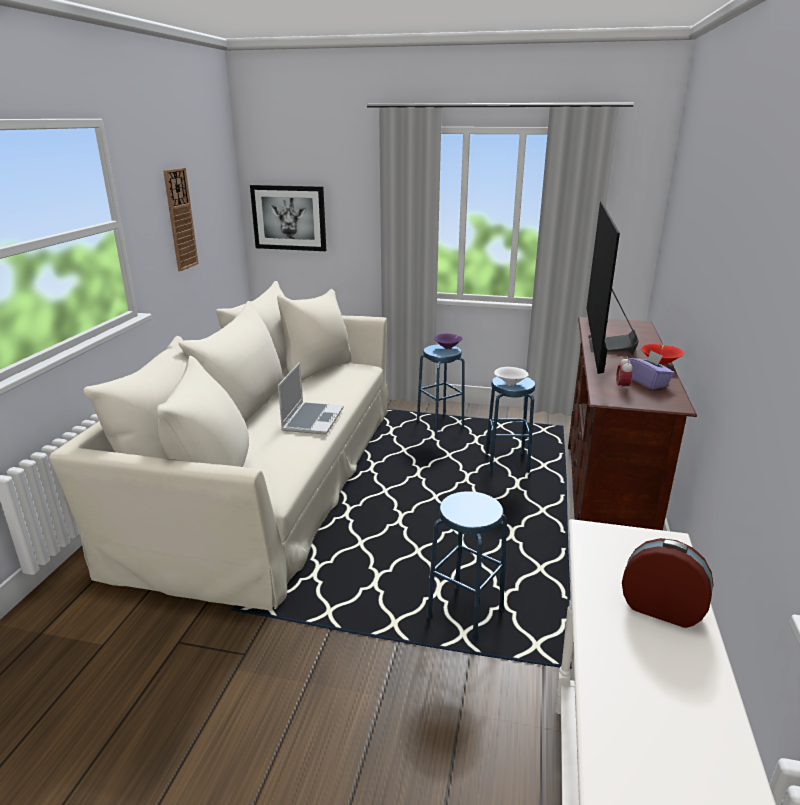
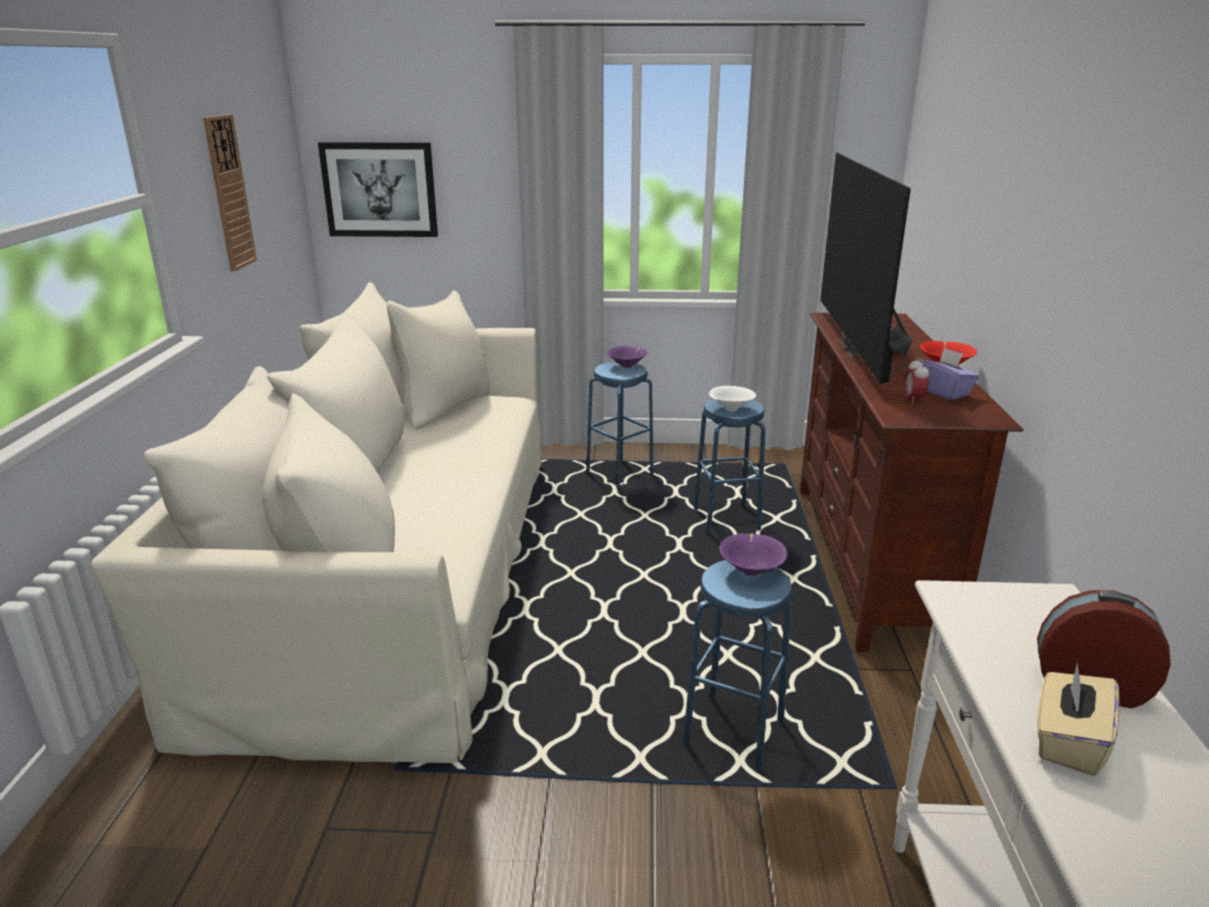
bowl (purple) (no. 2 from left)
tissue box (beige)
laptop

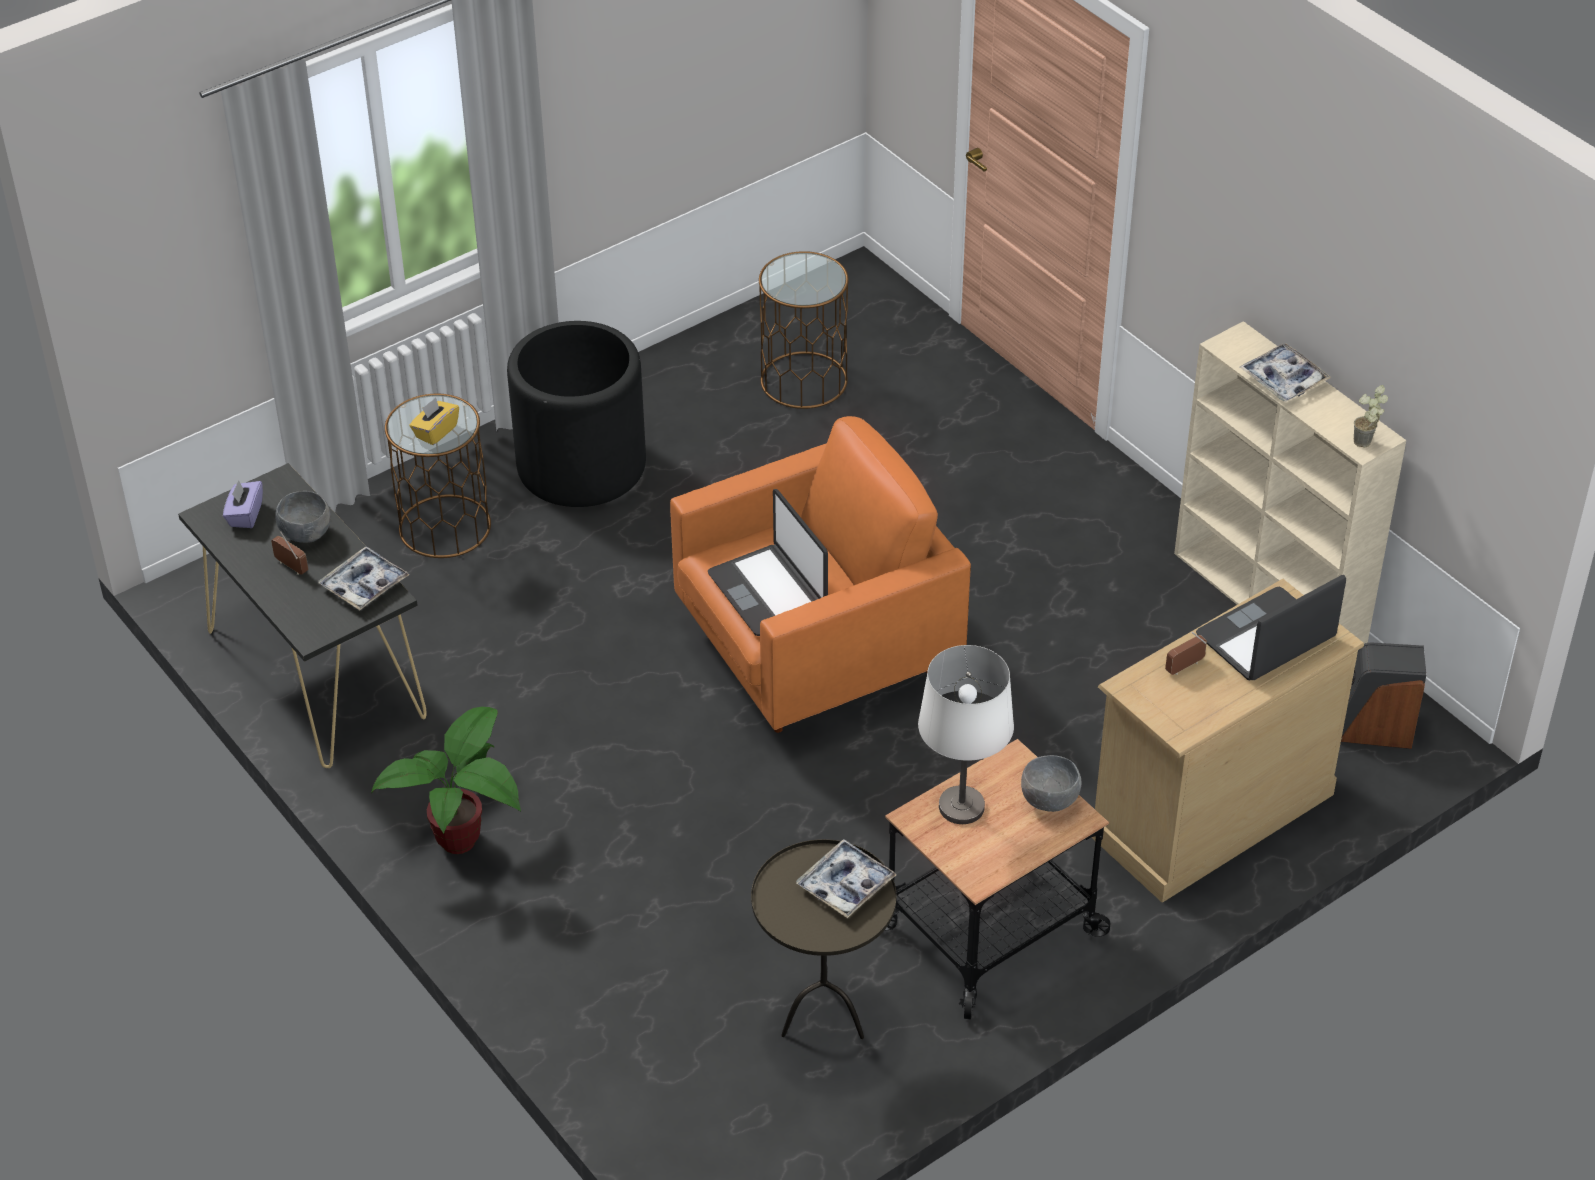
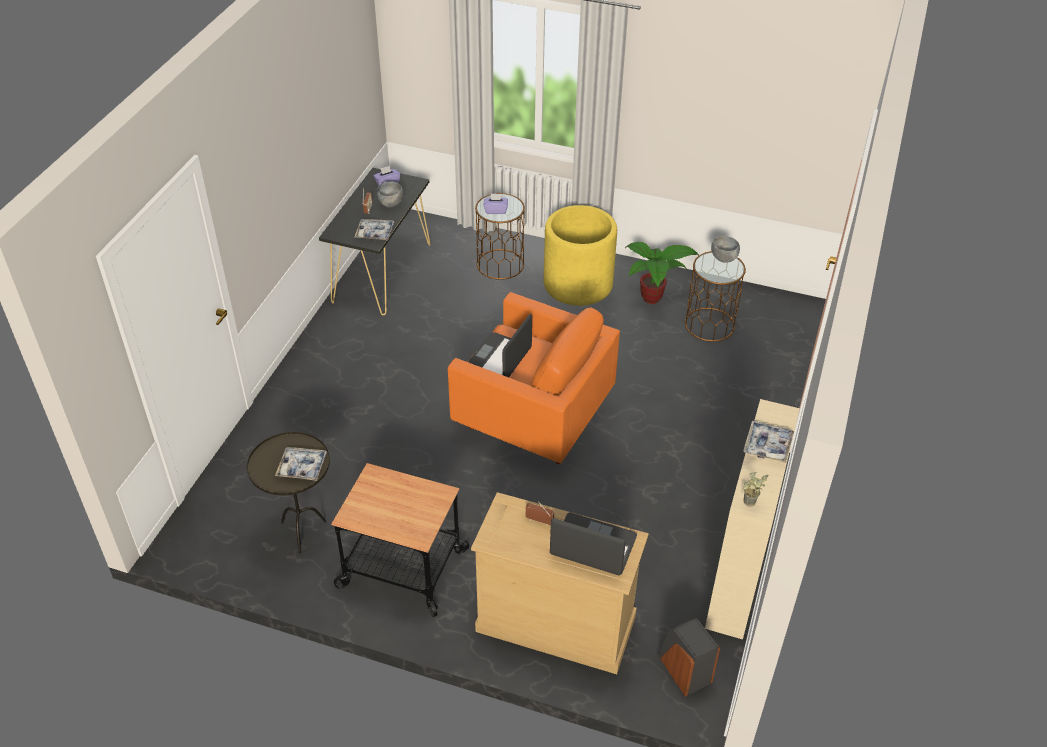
tissue box (purple) (no. 2 from left)
planter (yellow)
potted plant (no. 1 from left)
bowl (grey) (no. 2 from left)
table lamp (white)

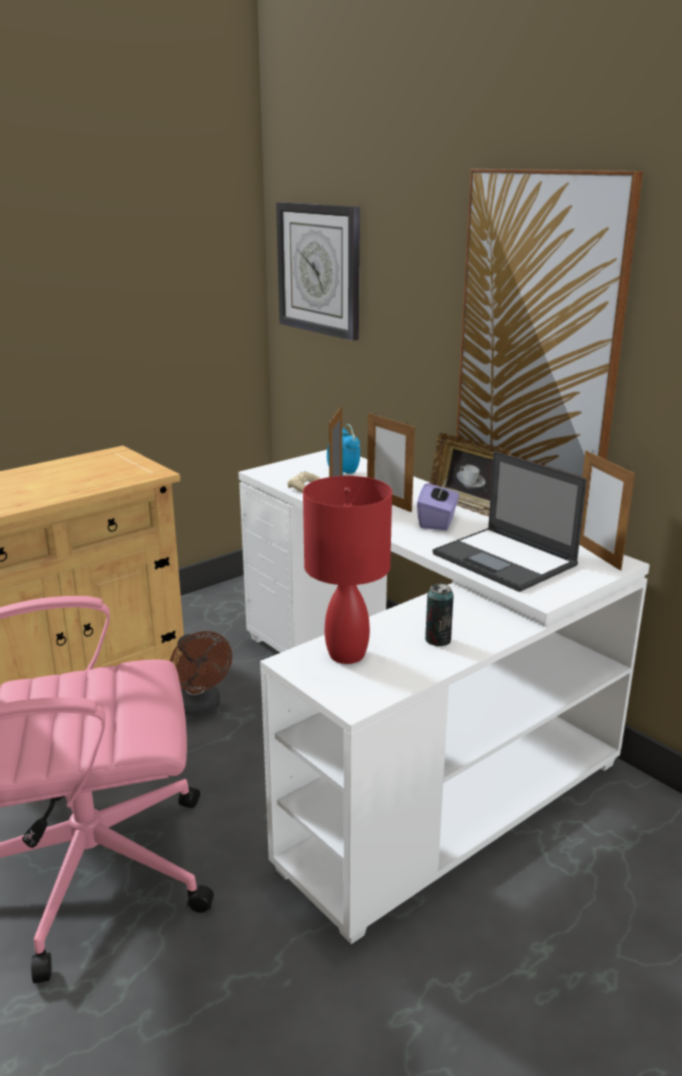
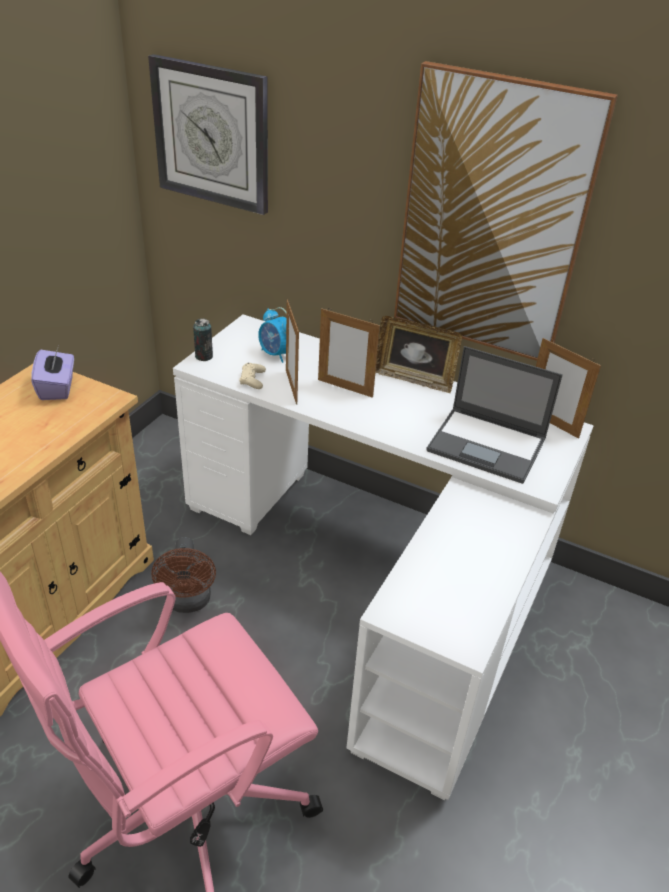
tissue box (purple)
fan (brown)
can
table lamp (red)

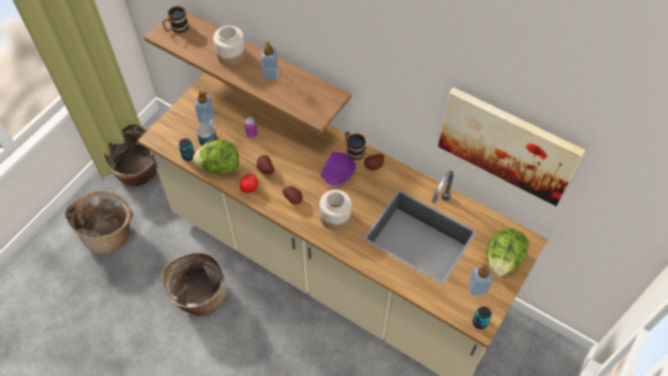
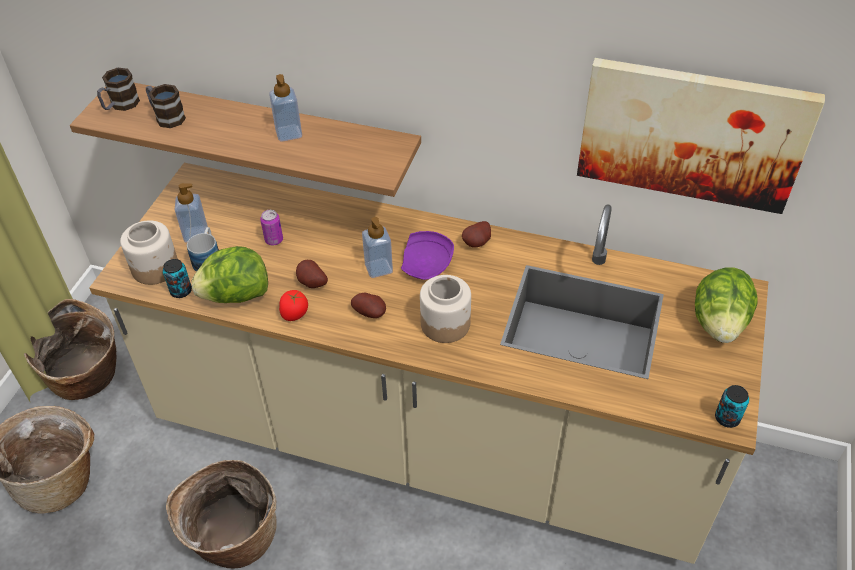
jar (no. 1 from left)
mug (no. 2 from left)
soap dispenser (no. 3 from left)

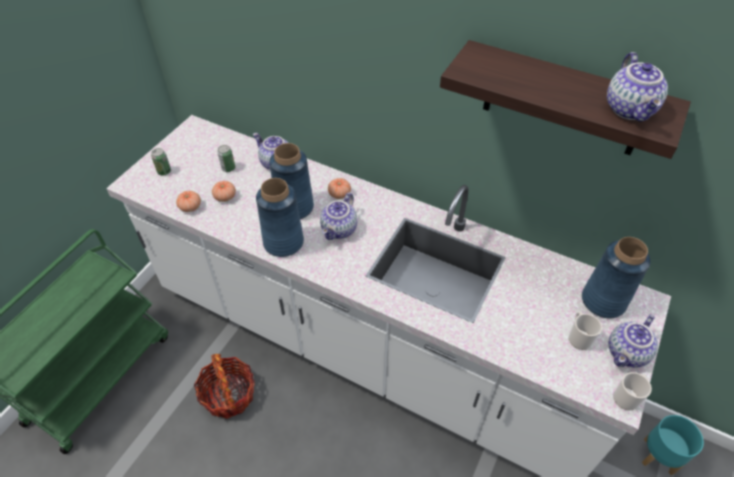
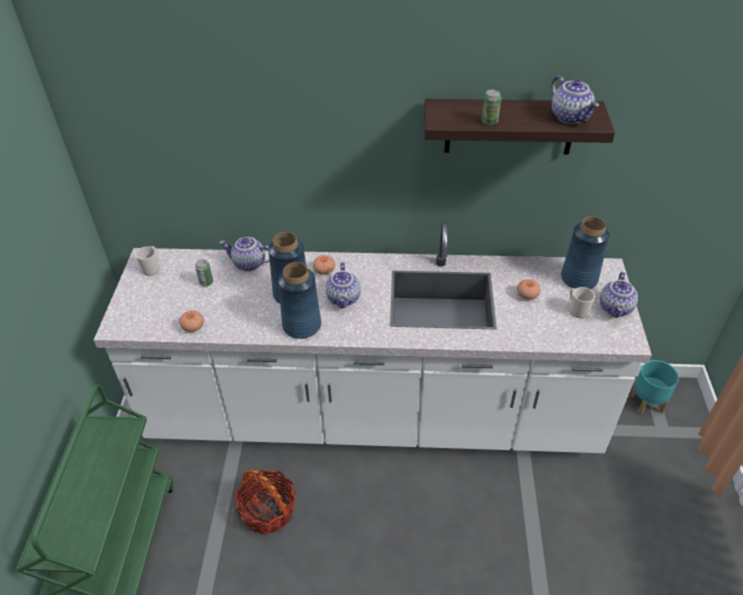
mug (no. 1 from left)
can (no. 2 from left)
tomato (no. 3 from left)

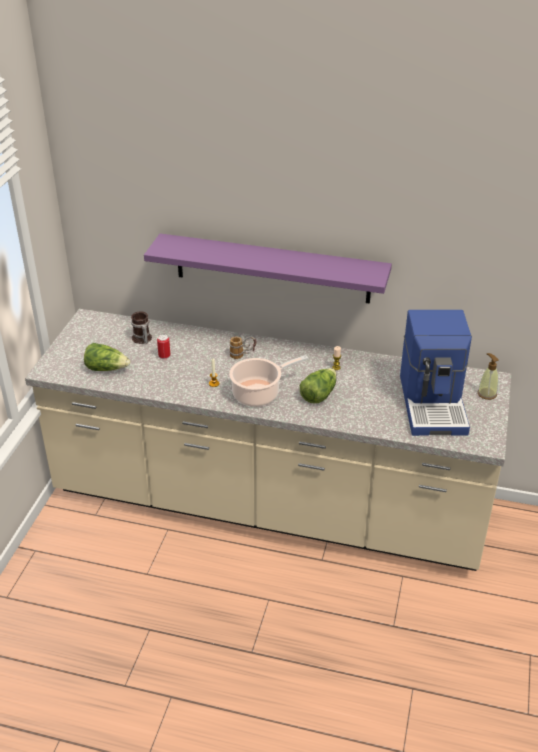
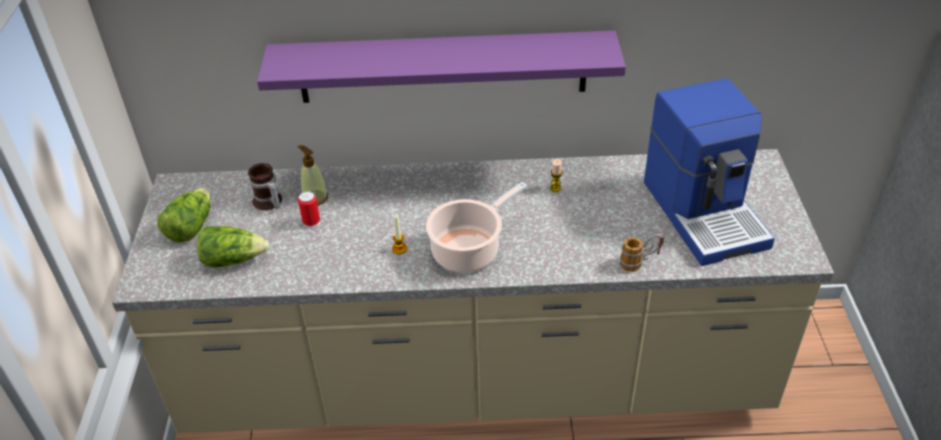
lettuce (no. 1 from left)
soap dispenser
mug (no. 2 from left)

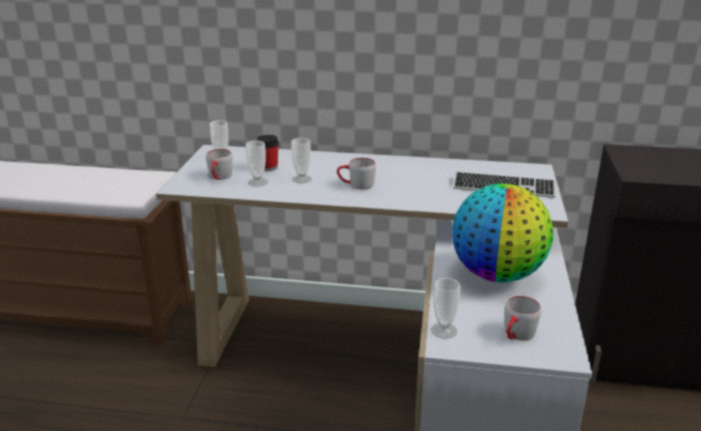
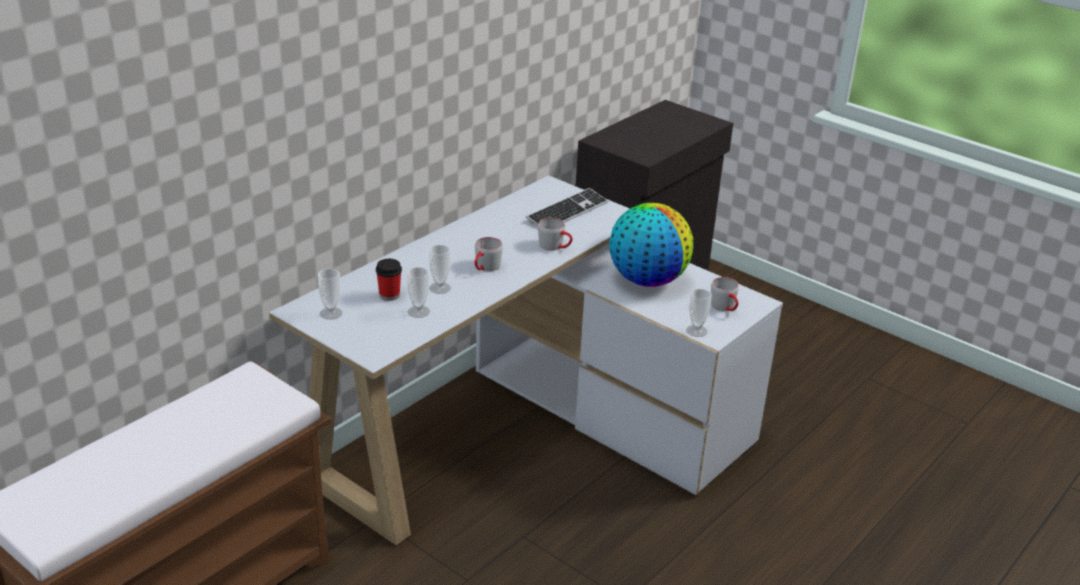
mug (grey) (no. 2 from left)

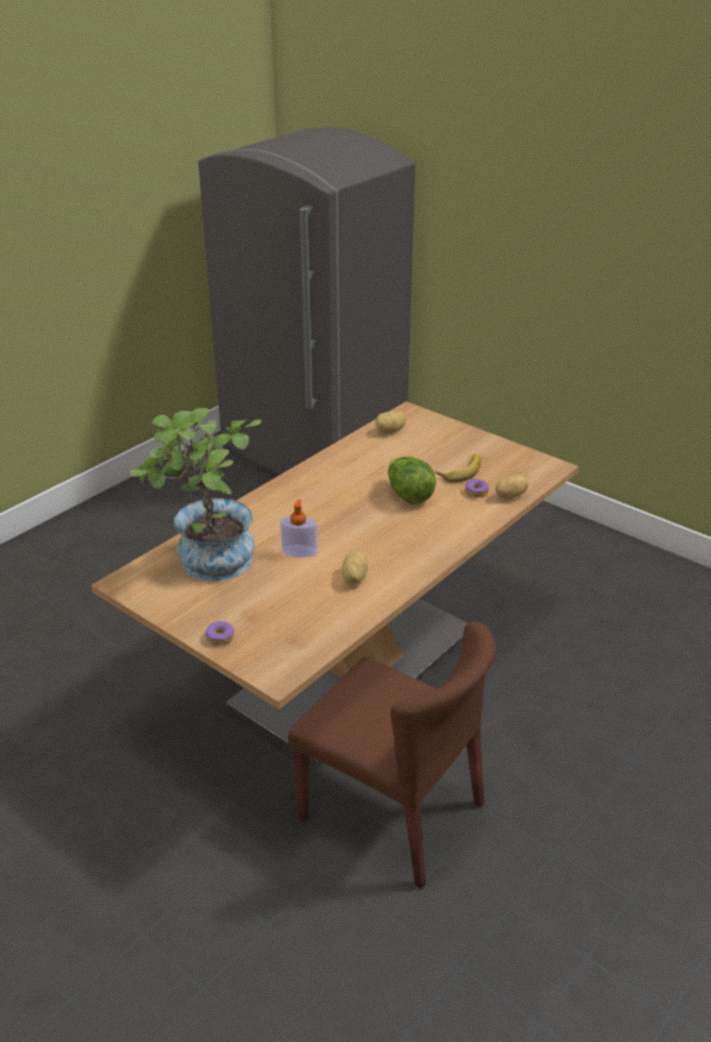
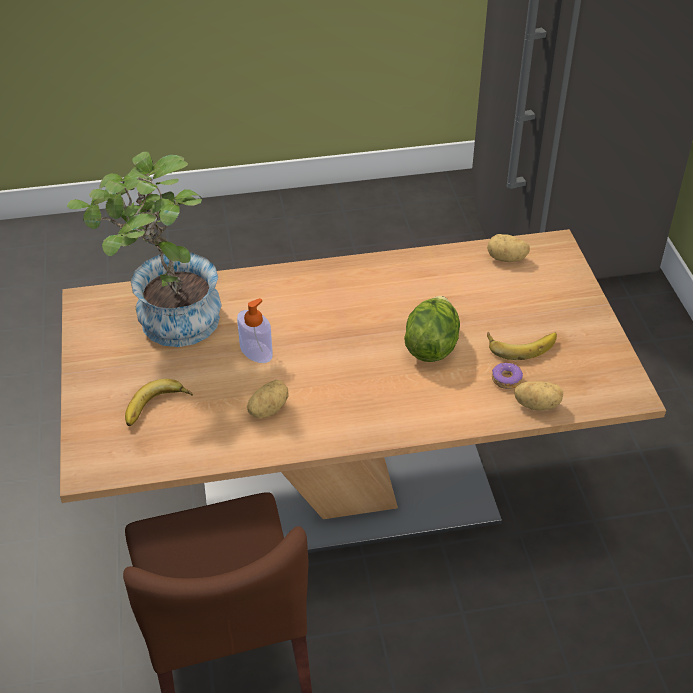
banana (no. 1 from left)
donut (no. 1 from left in the first image)

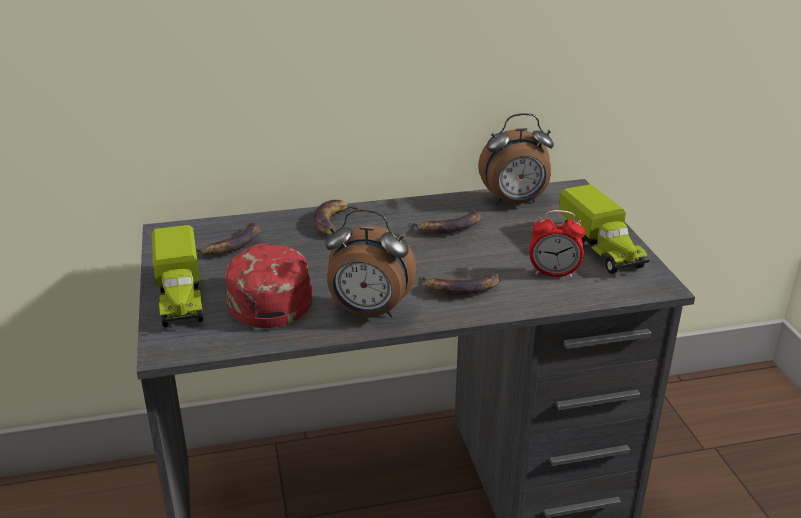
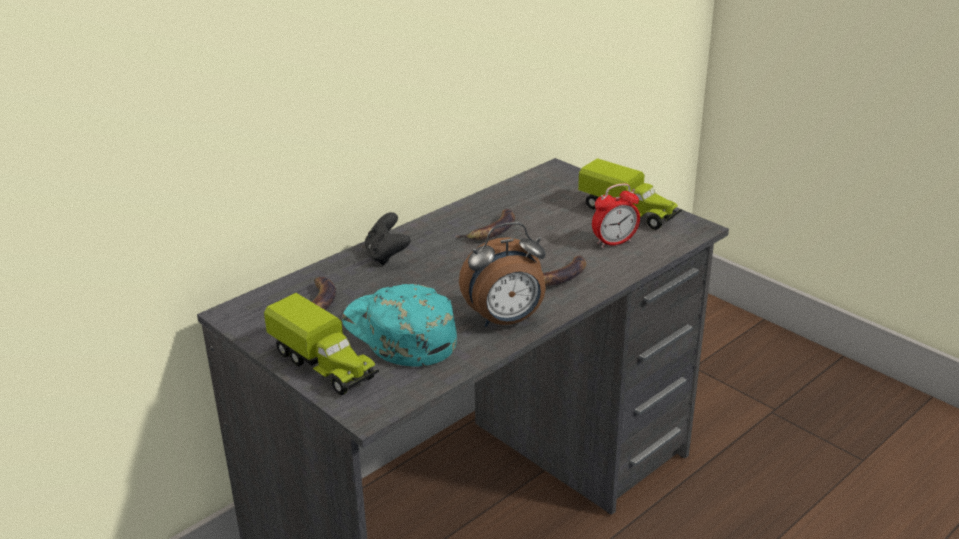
cap (turquoise)
game controller (black)
alarm clock (no. 2 from left in the first image)

